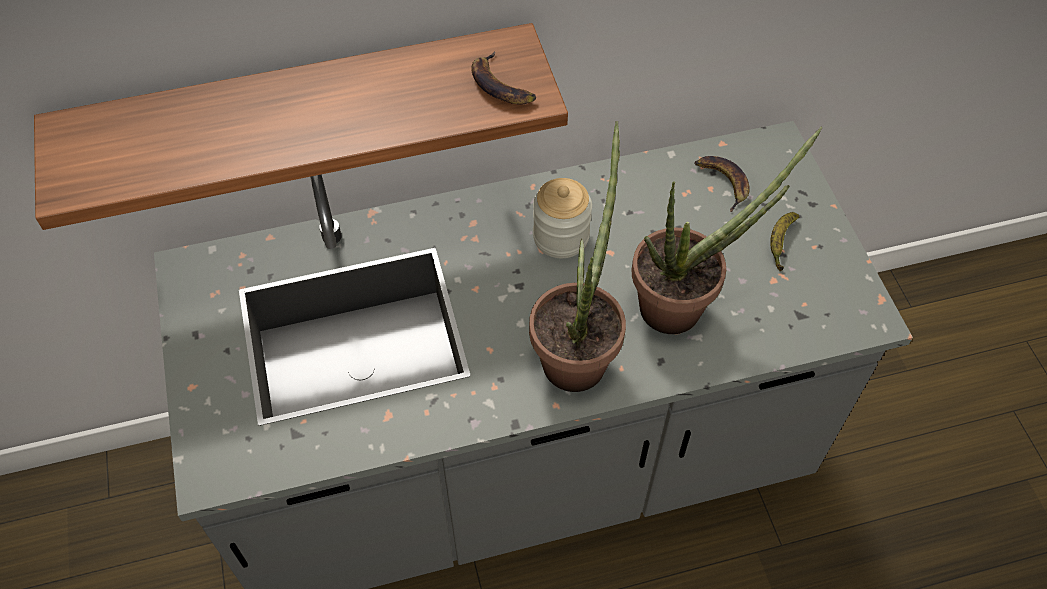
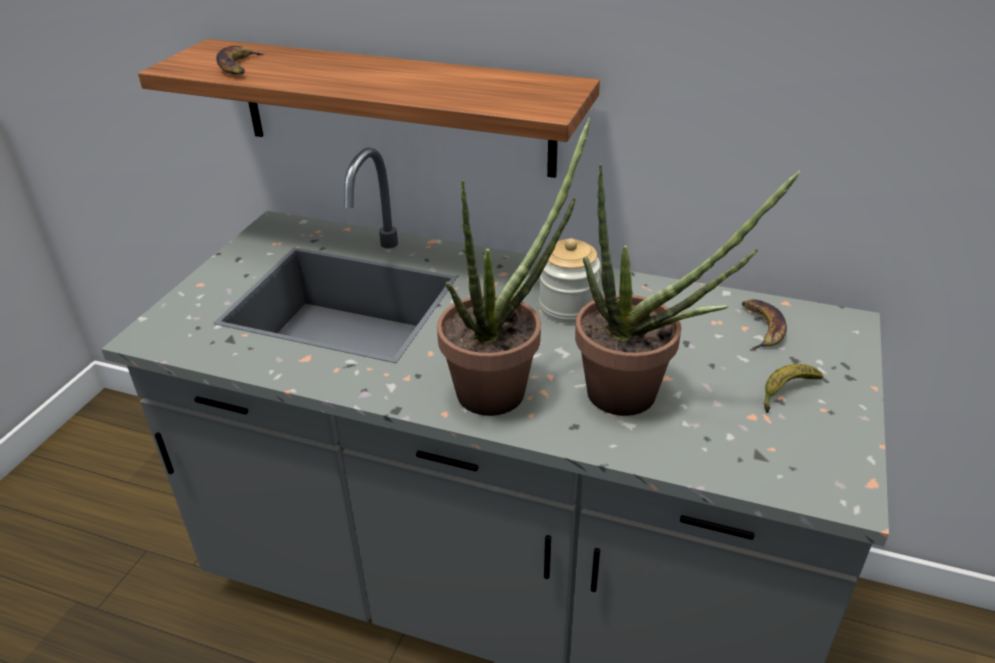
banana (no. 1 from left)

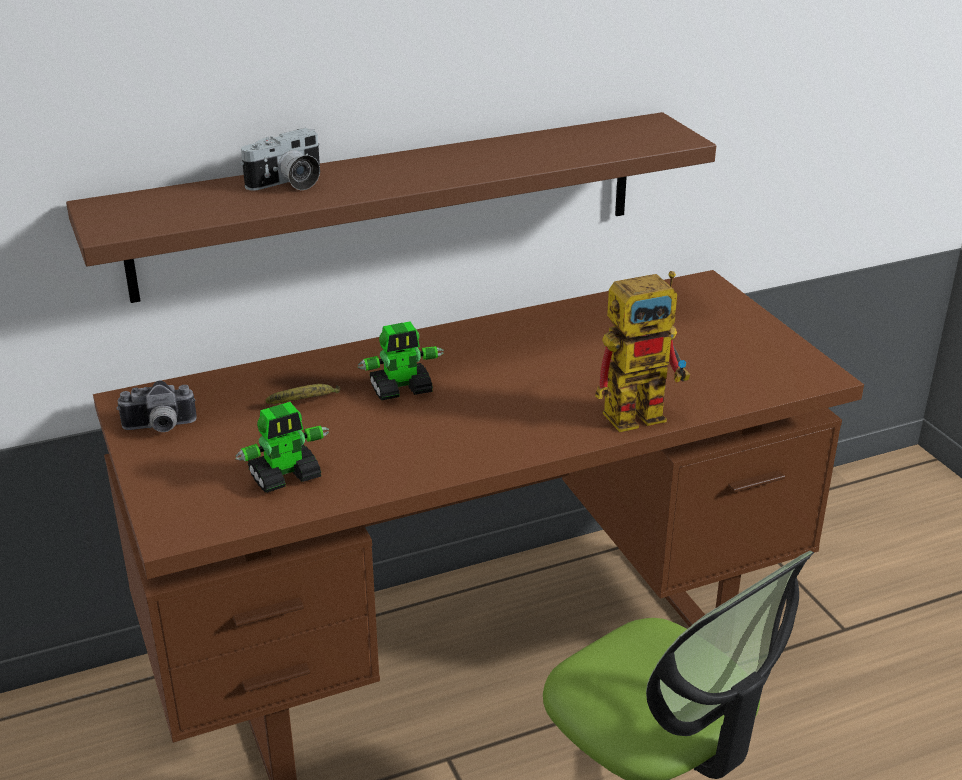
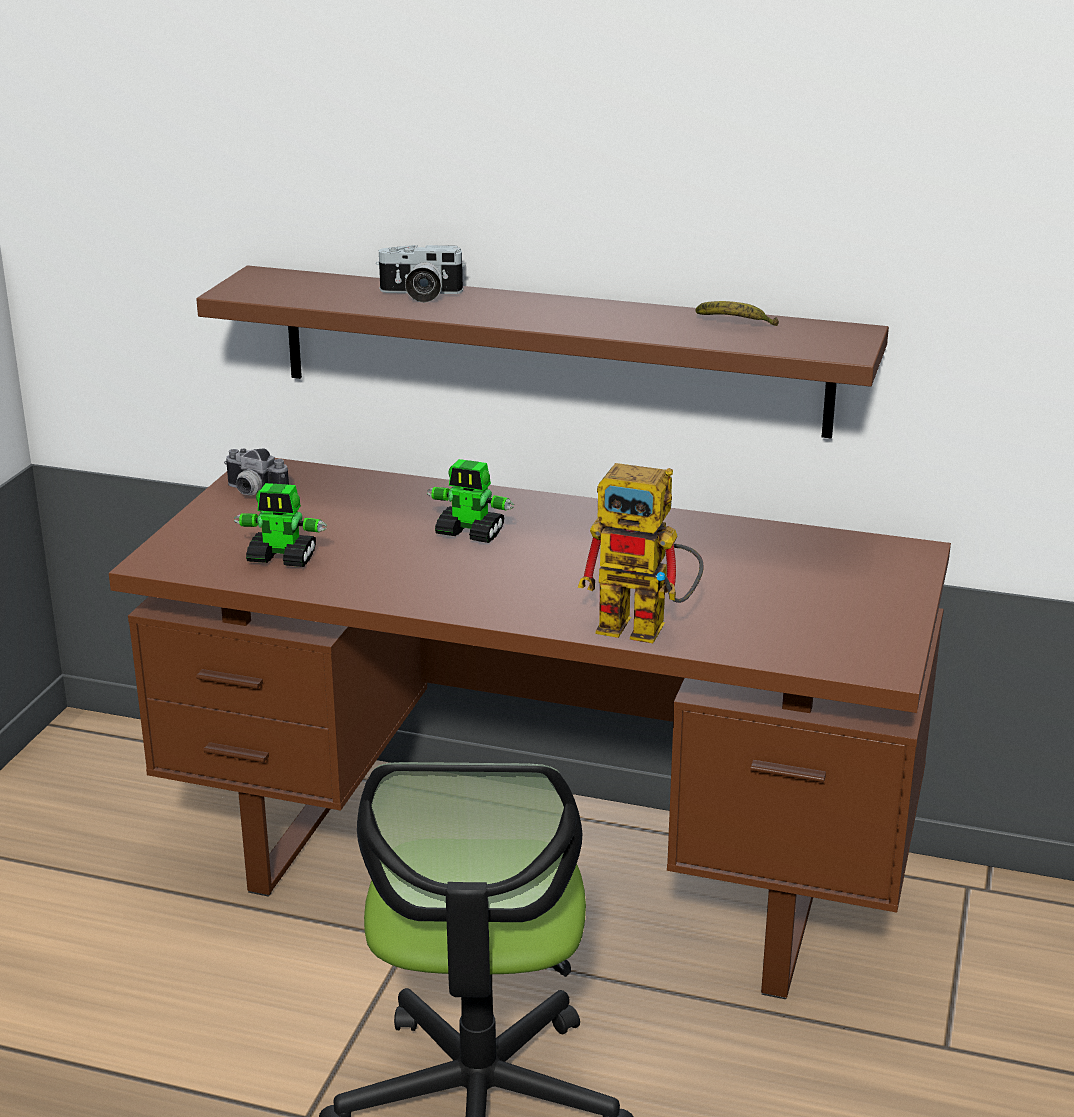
banana

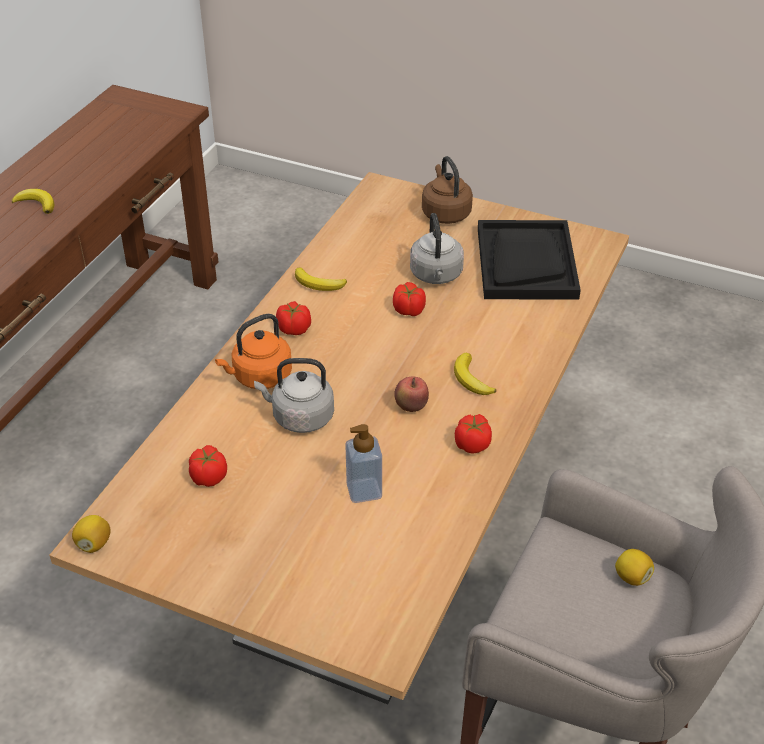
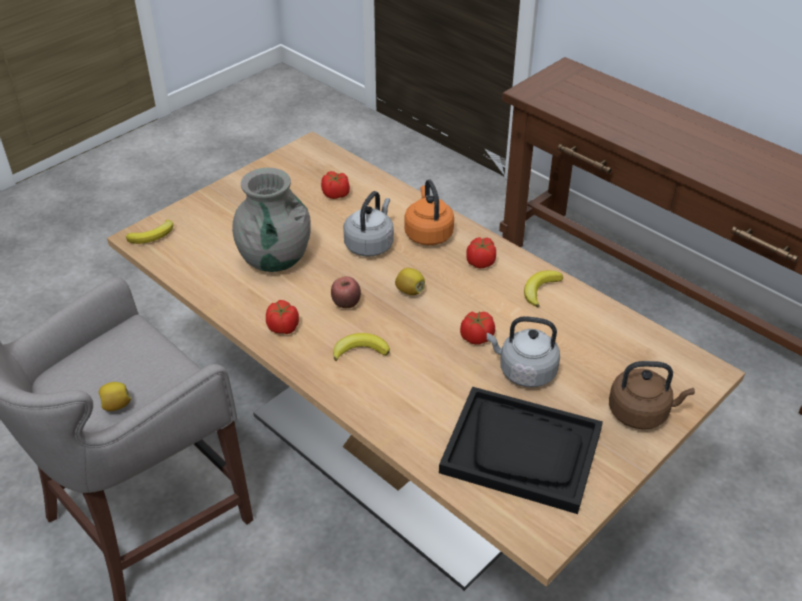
banana (no. 1 from left)
vase (grey)
lemon (no. 2 from left)

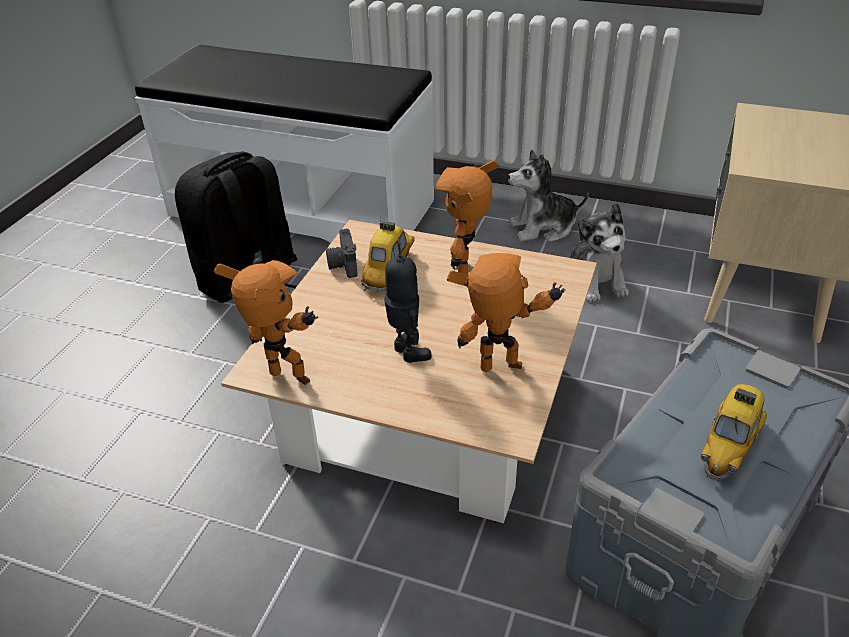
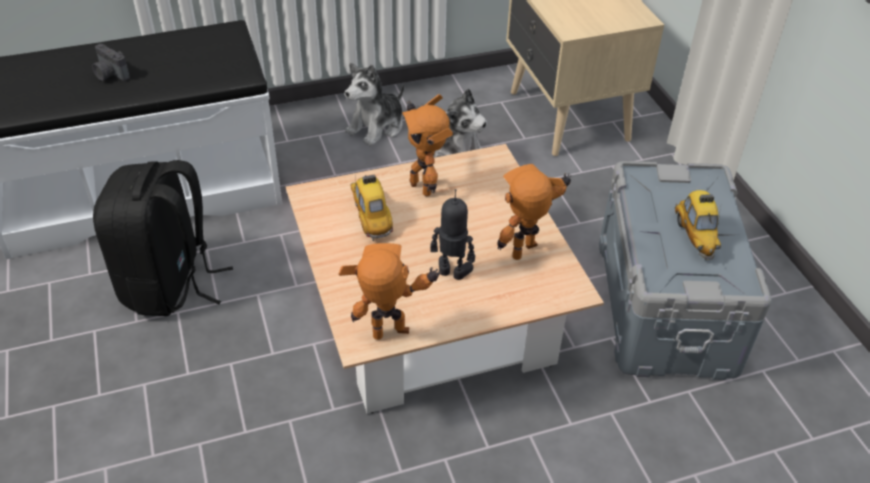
photo camera

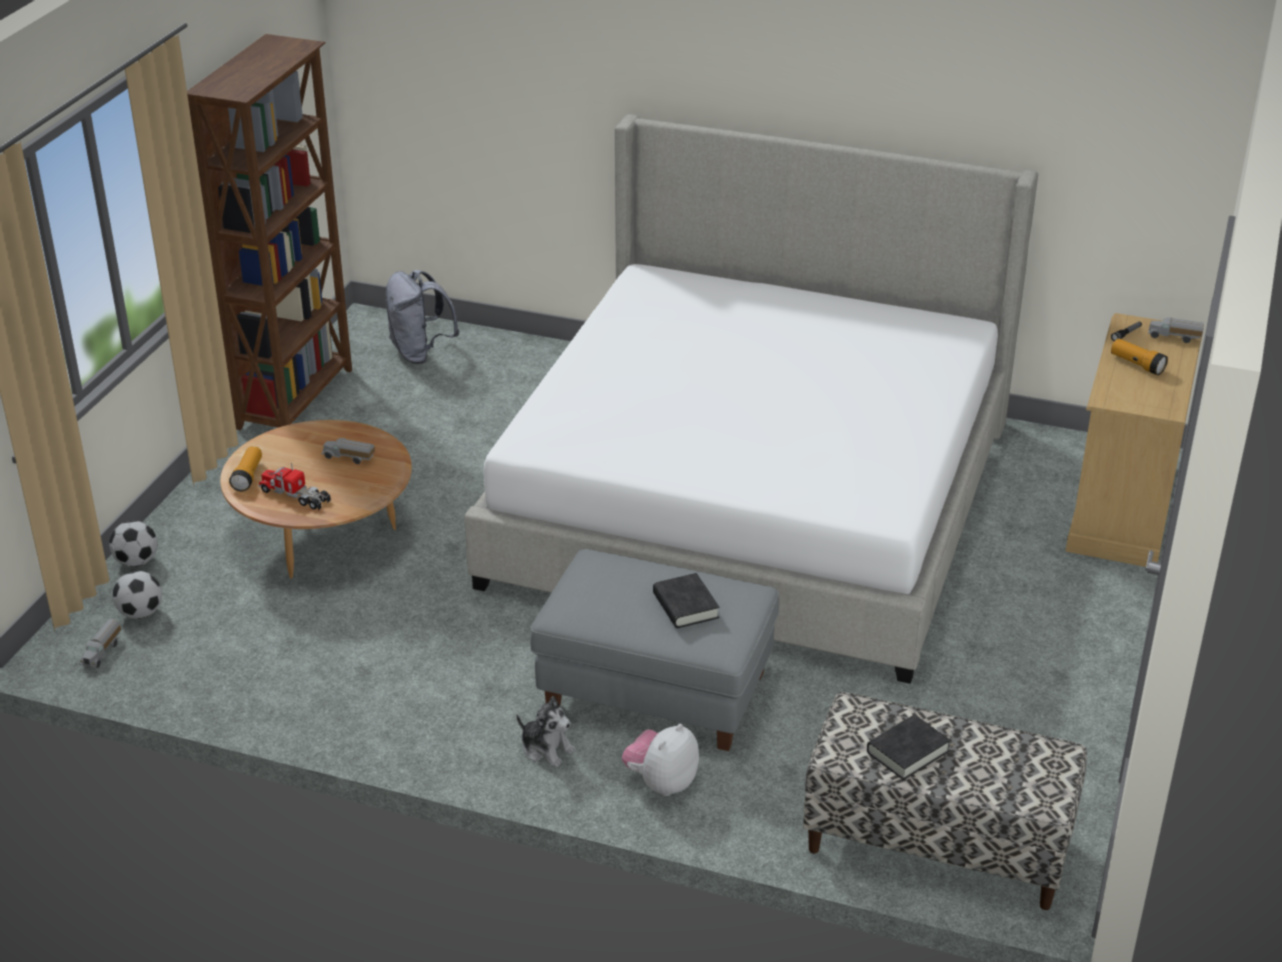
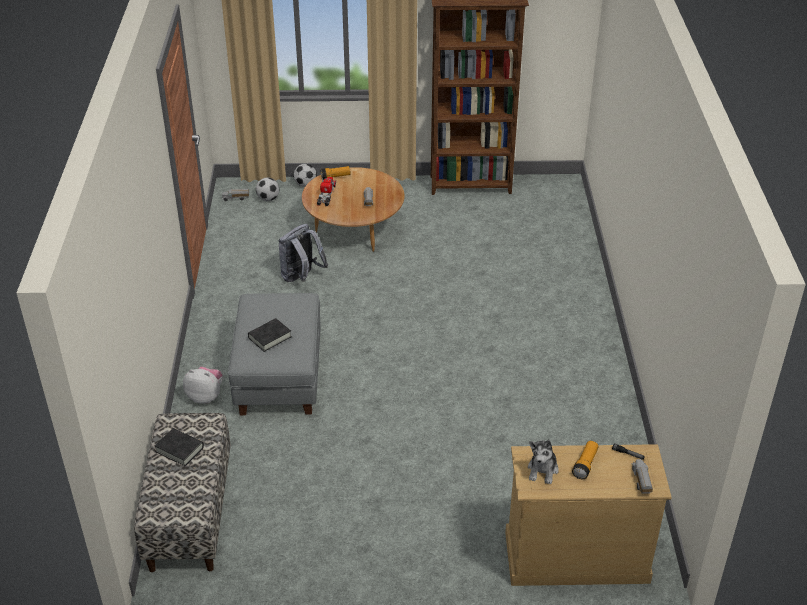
backpack (grey)
plush toy (no. 2 from left)
bed

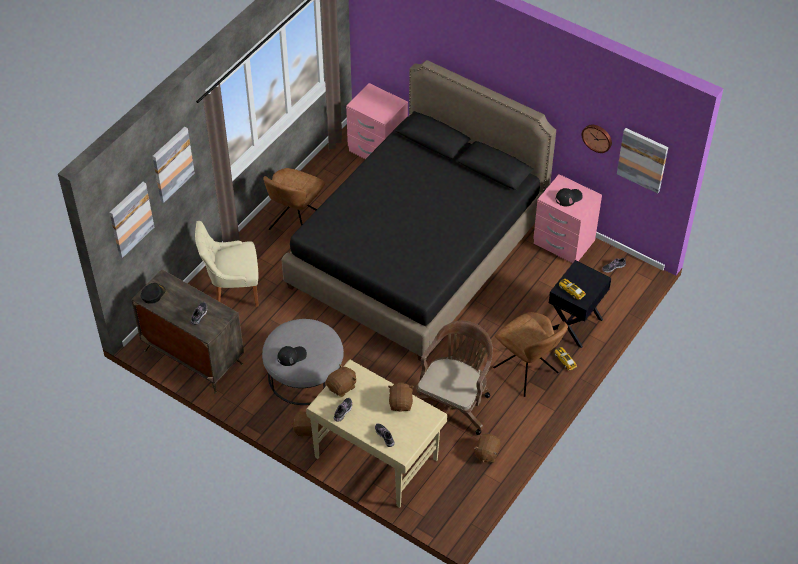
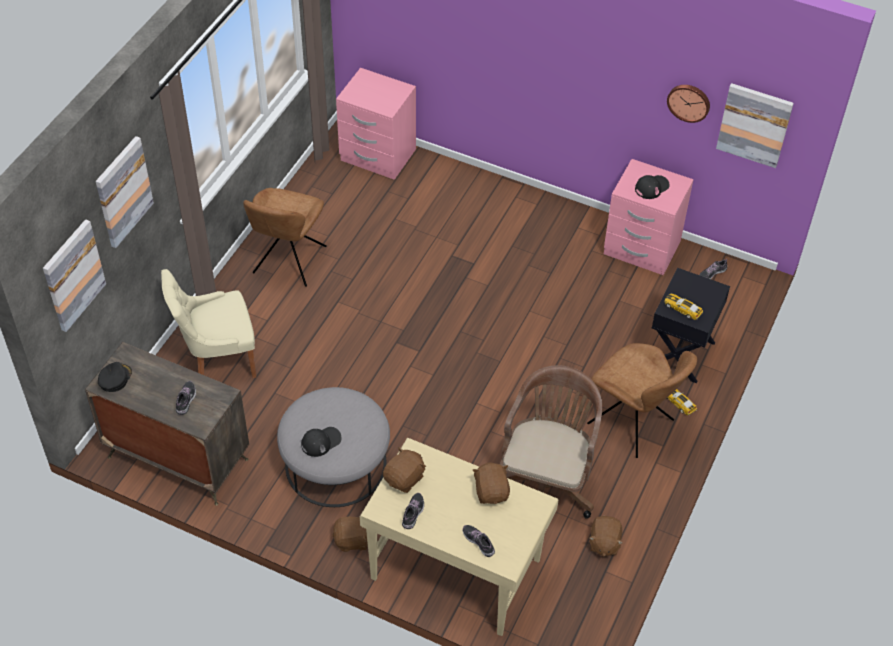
bed (black)

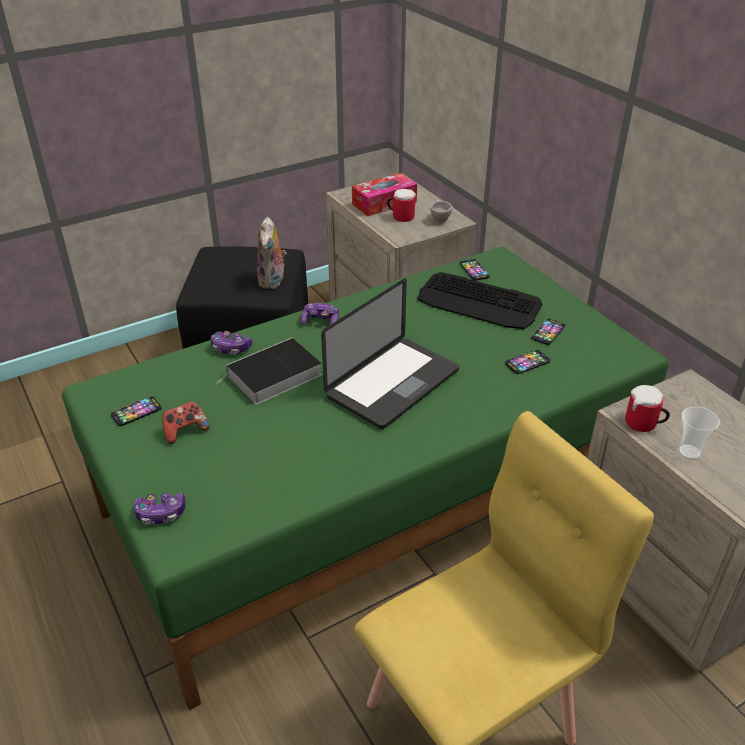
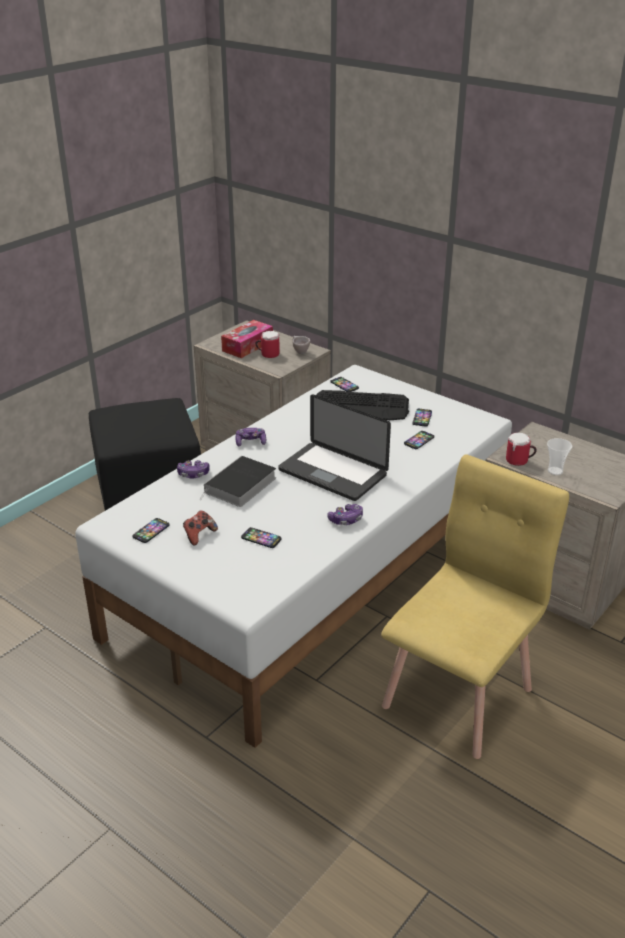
bed (white)
phone (no. 2 from left)
laptop
game controller (no. 4 from left)
plush toy

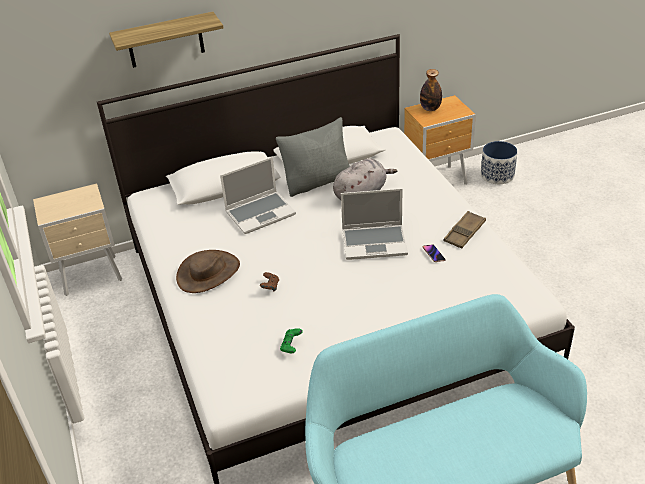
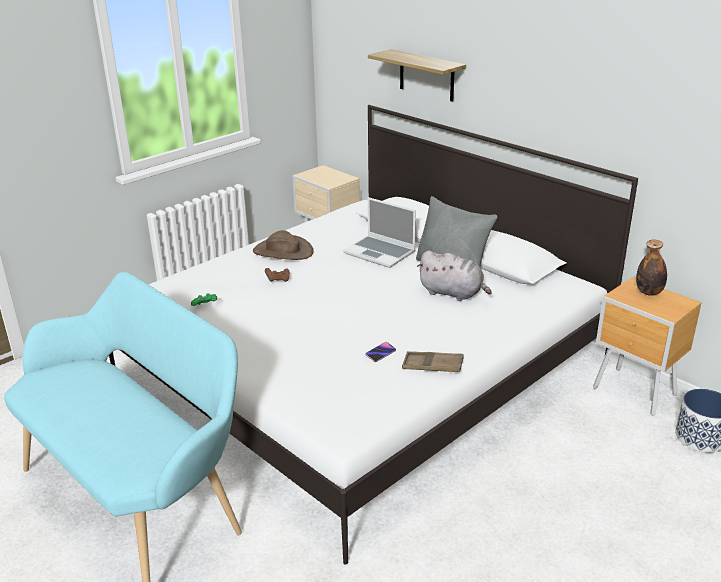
laptop (no. 2 from left in the first image)

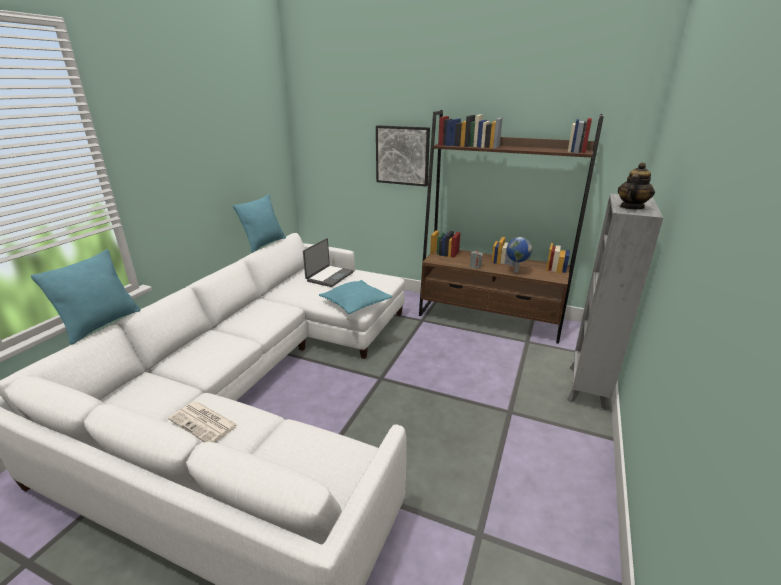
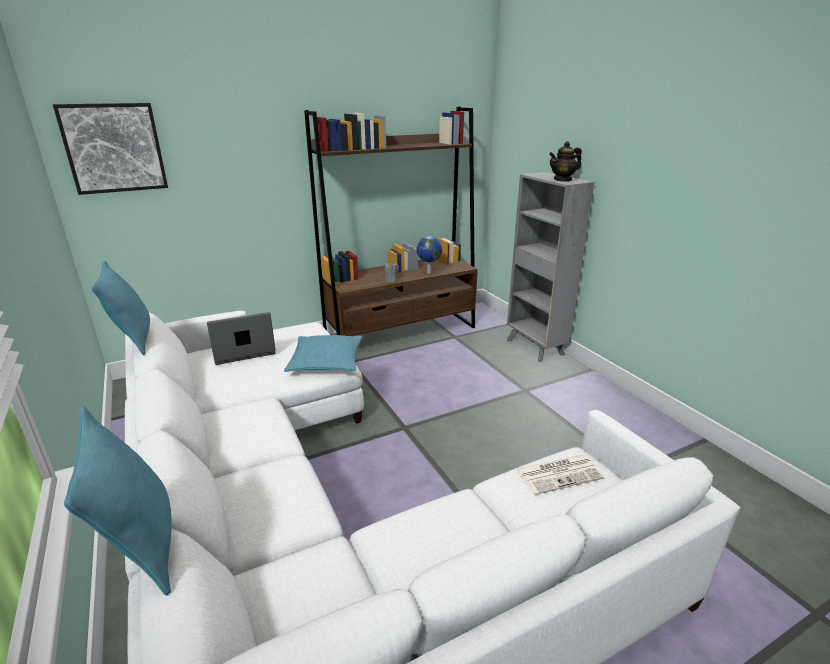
picture
laptop
newspaper
teapot

